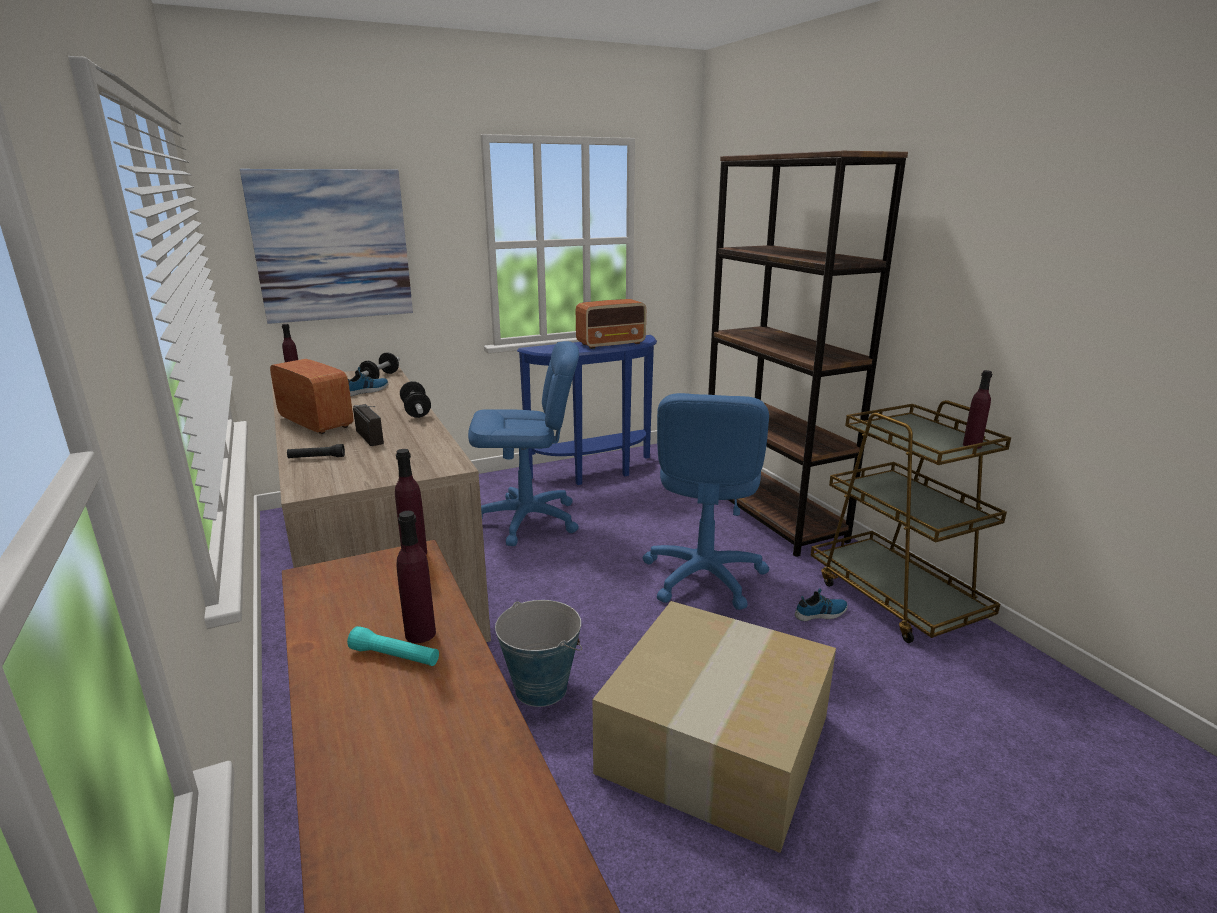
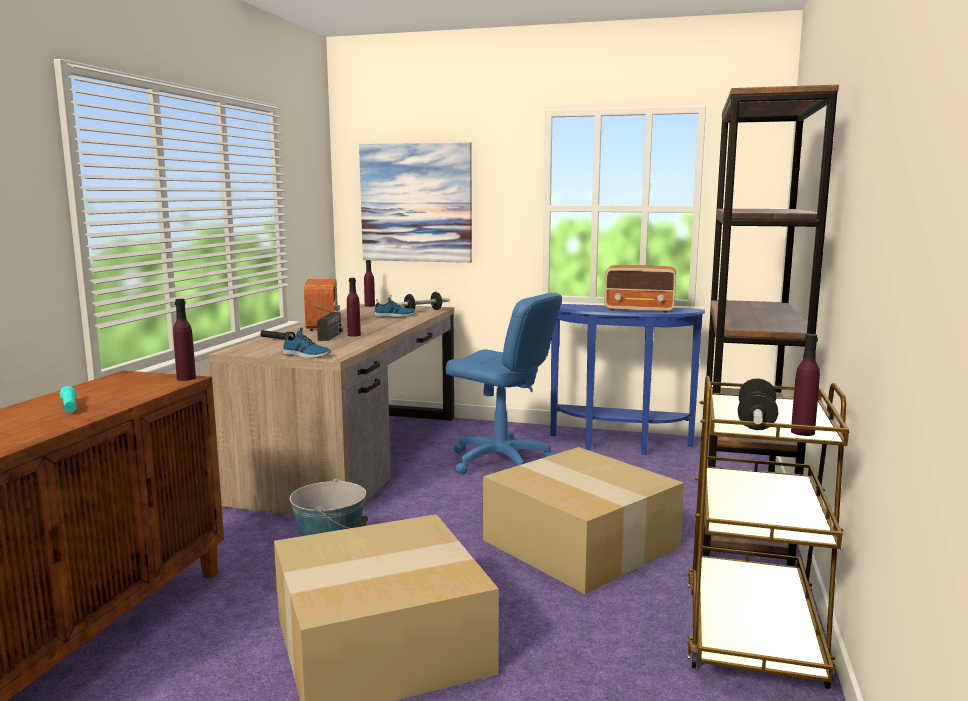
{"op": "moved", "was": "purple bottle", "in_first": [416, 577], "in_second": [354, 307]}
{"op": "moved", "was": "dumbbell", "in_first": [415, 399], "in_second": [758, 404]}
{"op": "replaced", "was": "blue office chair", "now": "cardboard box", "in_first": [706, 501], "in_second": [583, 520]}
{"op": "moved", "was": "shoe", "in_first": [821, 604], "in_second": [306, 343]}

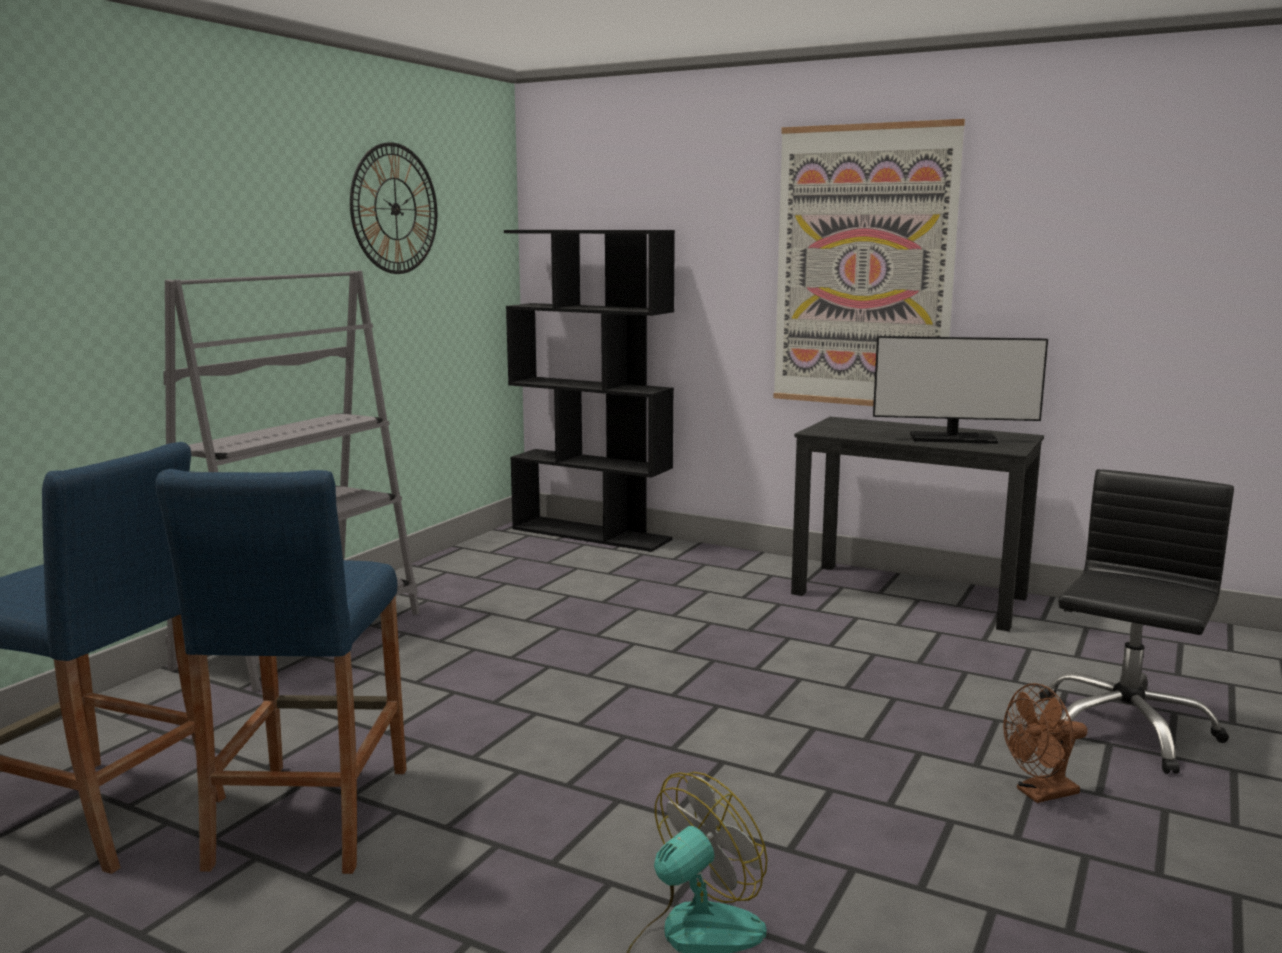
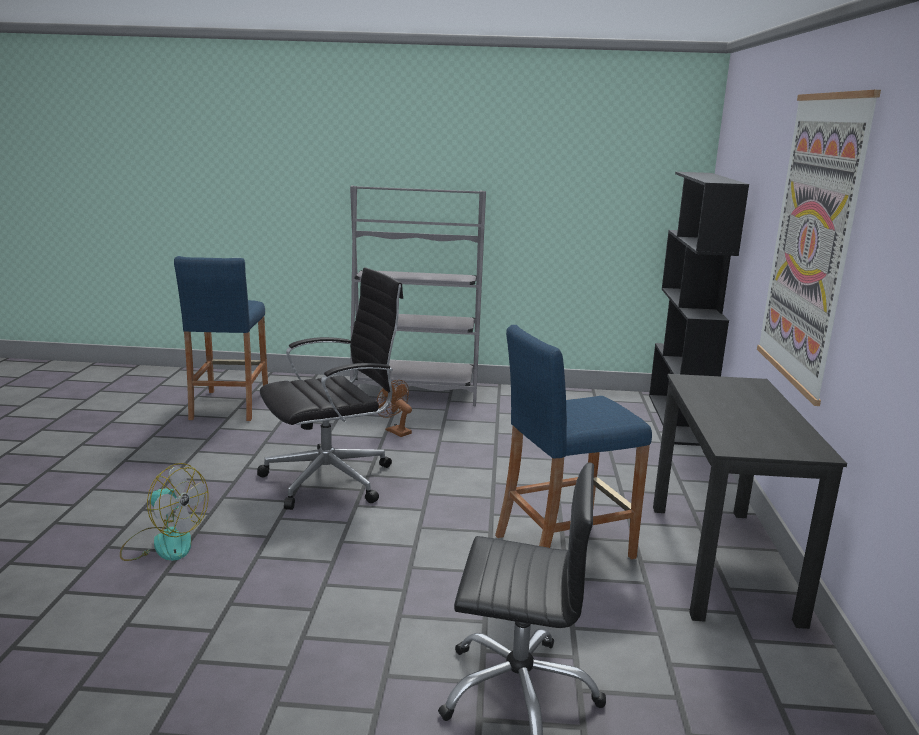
{"op": "moved", "was": "blue stool", "in_first": [280, 671], "in_second": [573, 442]}
{"op": "removed", "was": "wall clock", "in_first": [393, 208]}
{"op": "removed", "was": "monitor", "in_first": [960, 390]}
{"op": "moved", "was": "brown fan", "in_first": [1045, 743], "in_second": [394, 408]}
{"op": "added", "now": "black office chair", "in_second": [330, 388]}

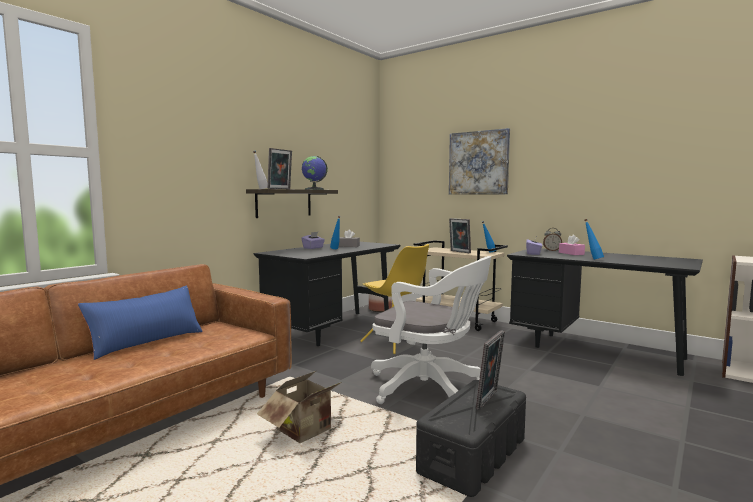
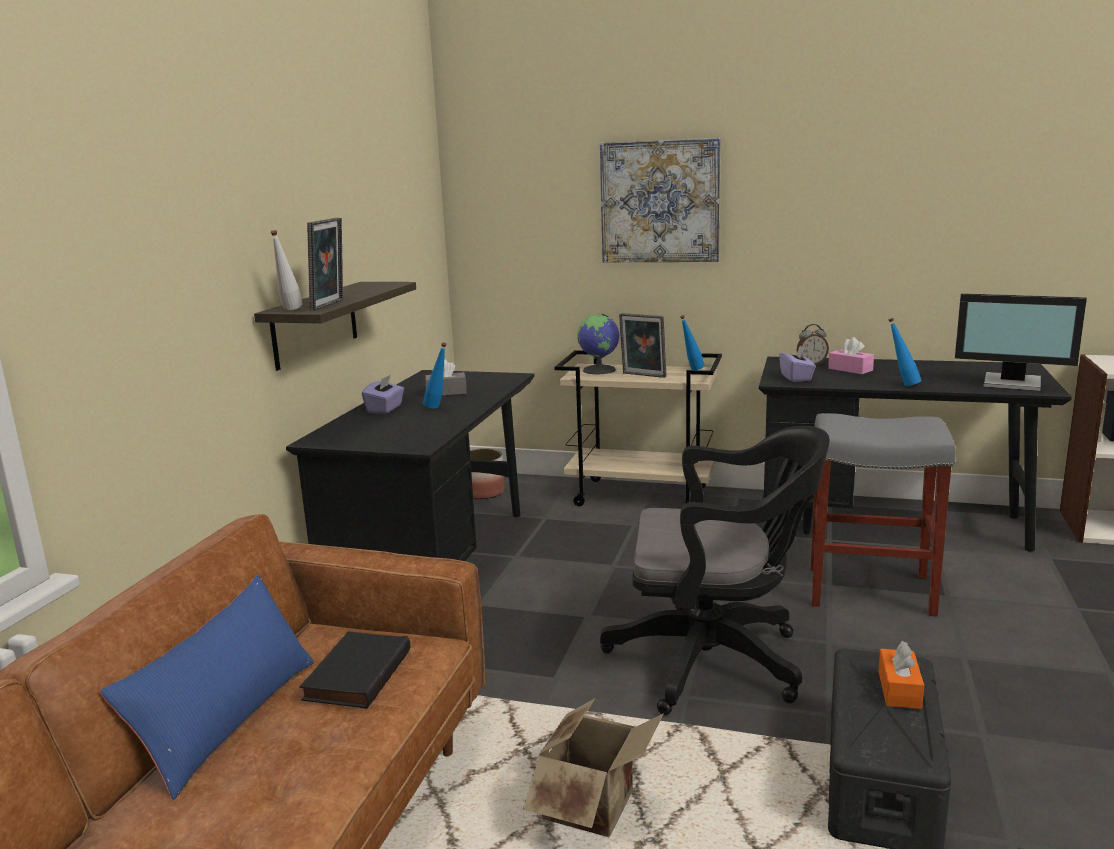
{"op": "moved", "was": "globe", "in_first": [314, 173], "in_second": [598, 344]}
{"op": "removed", "was": "yellow chair", "in_first": [395, 299]}
{"op": "recoloured", "was": "white office chair", "now": "black office chair", "in_first": [431, 330], "in_second": [715, 570]}
{"op": "replaced", "was": "picture frame", "now": "orange tissue box", "in_first": [490, 370], "in_second": [901, 675]}
{"op": "added", "now": "black book", "in_second": [354, 670]}
{"op": "added", "now": "grey stool", "in_second": [883, 515]}
{"op": "added", "now": "monitor", "in_second": [1021, 342]}

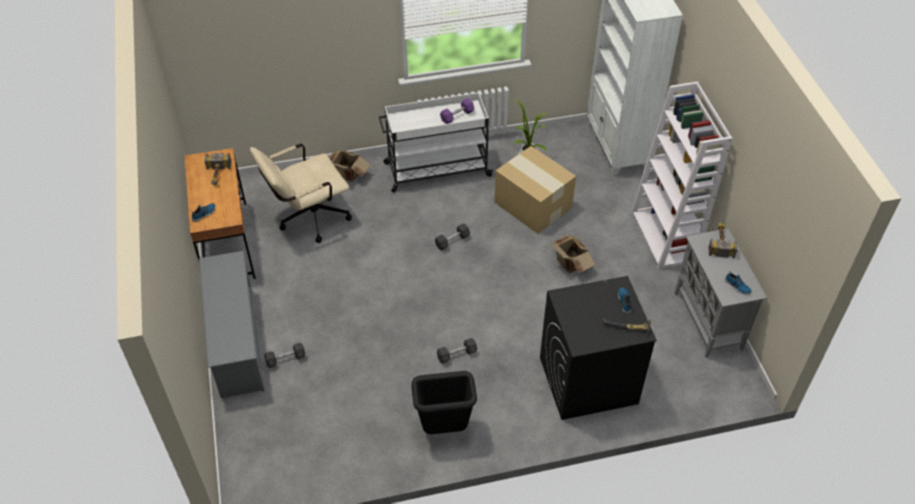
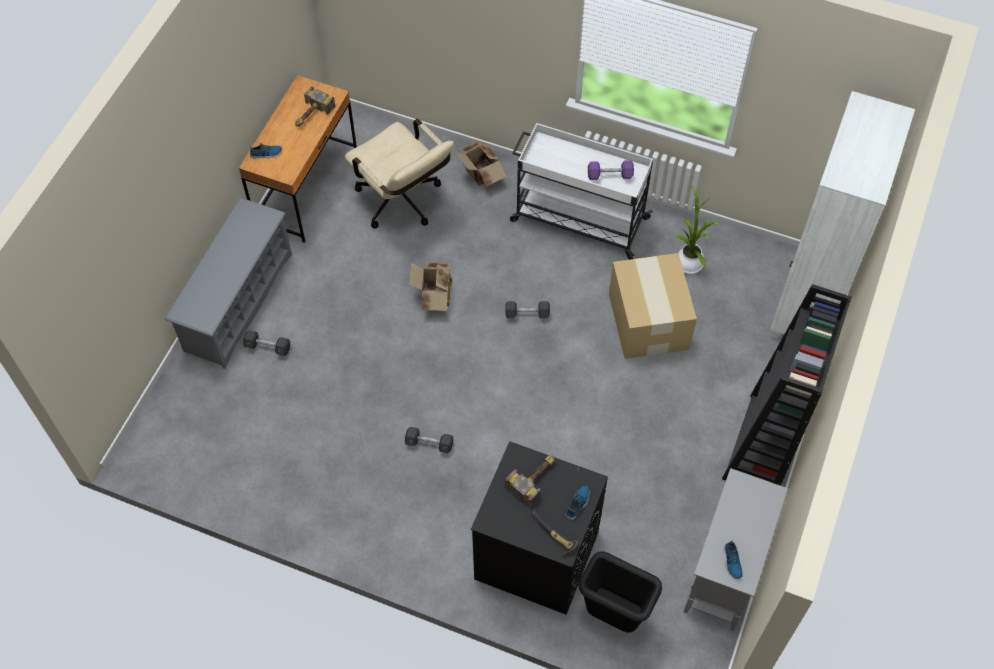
{"op": "turned", "was": "beige office chair", "in_first": [301, 193], "in_second": [399, 174], "clockwise": -135}
{"op": "moved", "was": "black trash can", "in_first": [444, 402], "in_second": [620, 592]}
{"op": "moved", "was": "cardboard box", "in_first": [573, 254], "in_second": [430, 286]}
{"op": "recoloured", "was": "white bookcase", "now": "black bookcase", "in_first": [681, 175], "in_second": [787, 385]}
{"op": "moved", "was": "hammer", "in_first": [723, 240], "in_second": [530, 481]}

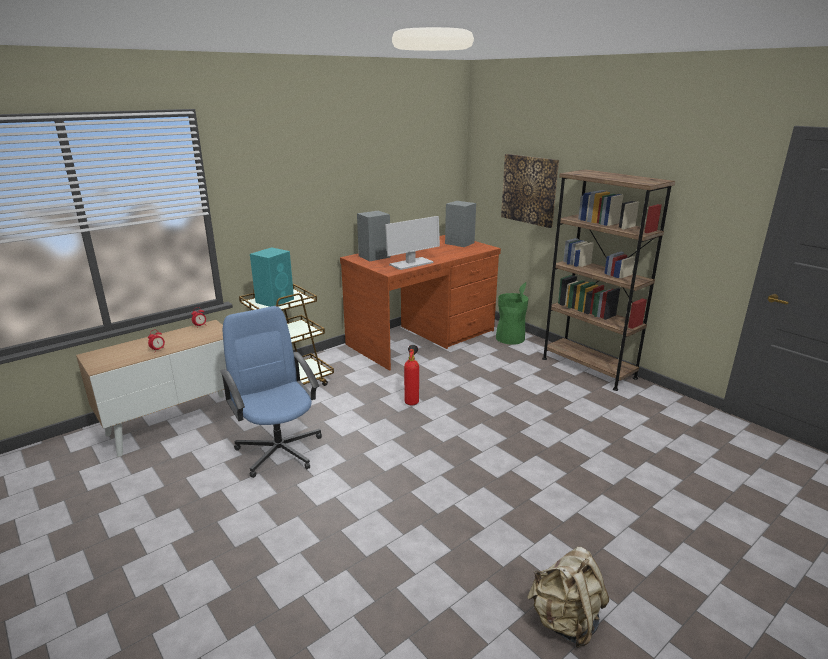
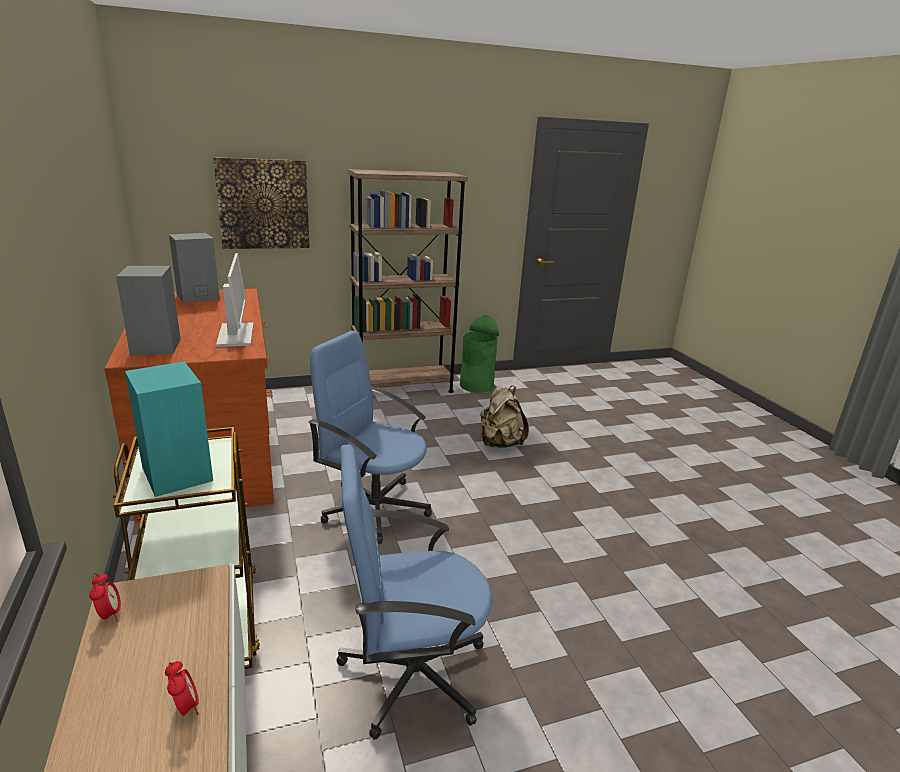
{"op": "replaced", "was": "fire extinguisher", "now": "blue office chair", "in_first": [411, 375], "in_second": [370, 437]}
{"op": "moved", "was": "green trash can", "in_first": [512, 313], "in_second": [479, 354]}
{"op": "moved", "was": "beige backpack", "in_first": [568, 597], "in_second": [504, 417]}

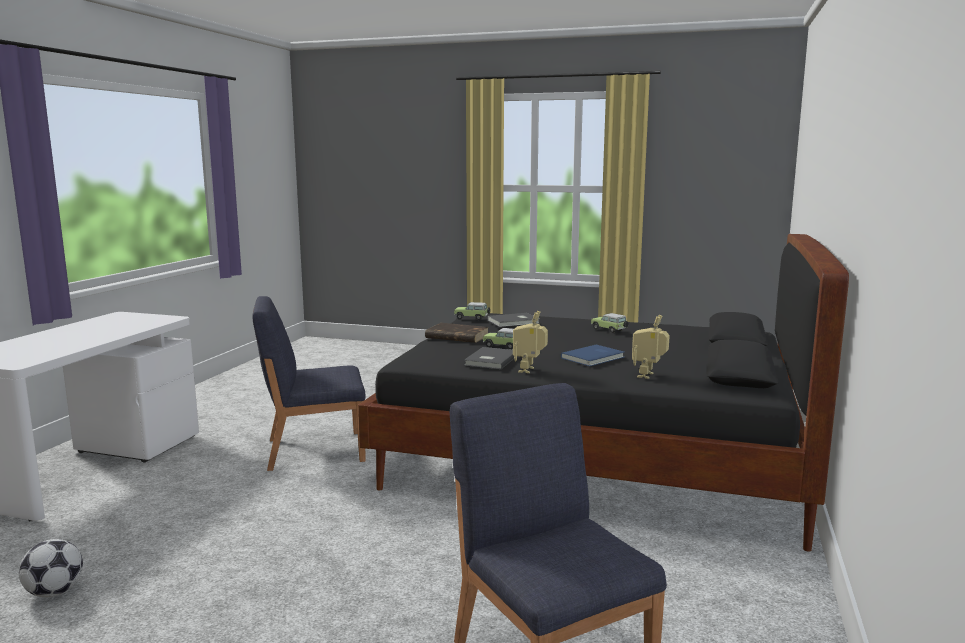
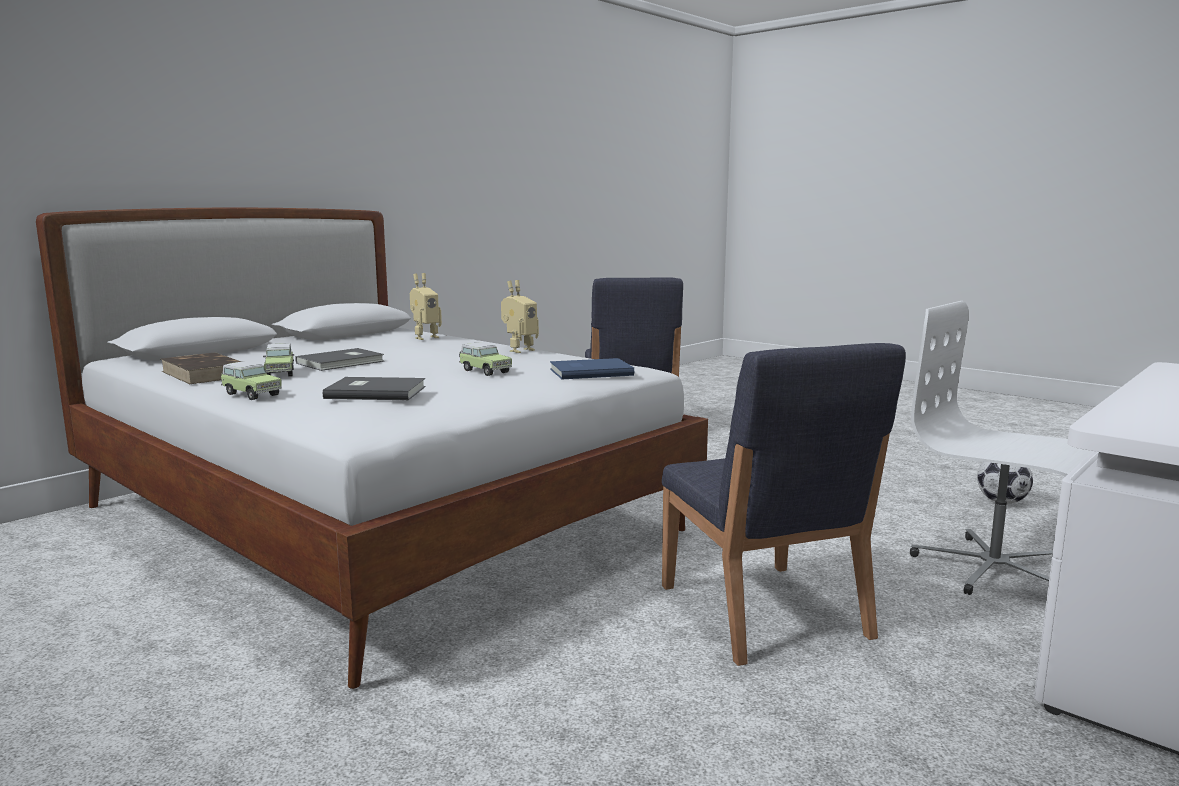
{"op": "turned", "was": "blue chair", "in_first": [309, 383], "in_second": [784, 504], "clockwise": 60}
{"op": "recoloured", "was": "black bed", "now": "white bed", "in_first": [603, 393], "in_second": [372, 448]}
{"op": "moved", "was": "brown book", "in_first": [457, 333], "in_second": [201, 368]}
{"op": "moved", "was": "toy car", "in_first": [472, 311], "in_second": [251, 380]}
{"op": "moved", "was": "grey book", "in_first": [489, 358], "in_second": [339, 359]}
{"op": "moved", "was": "blue book", "in_first": [592, 355], "in_second": [592, 368]}
{"op": "added", "now": "white office chair", "in_second": [1001, 448]}

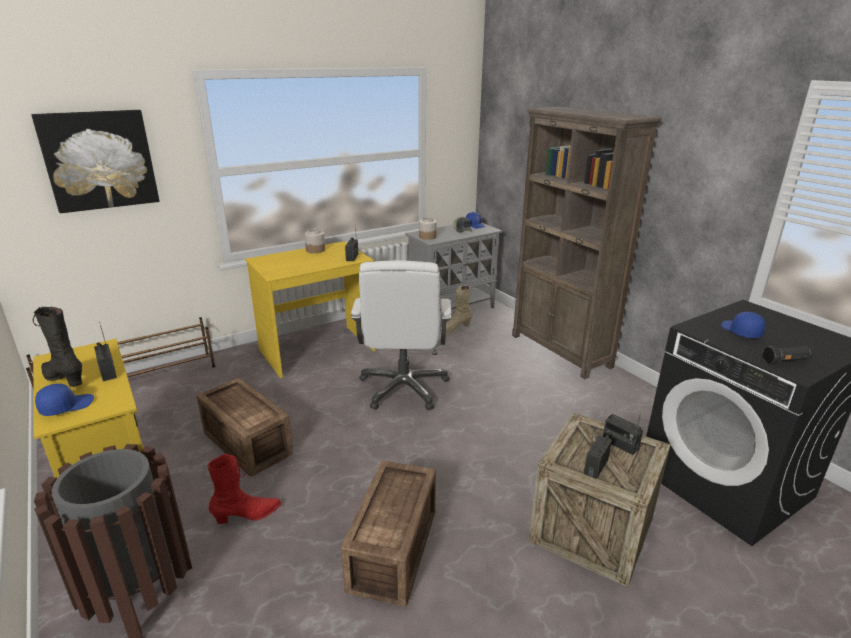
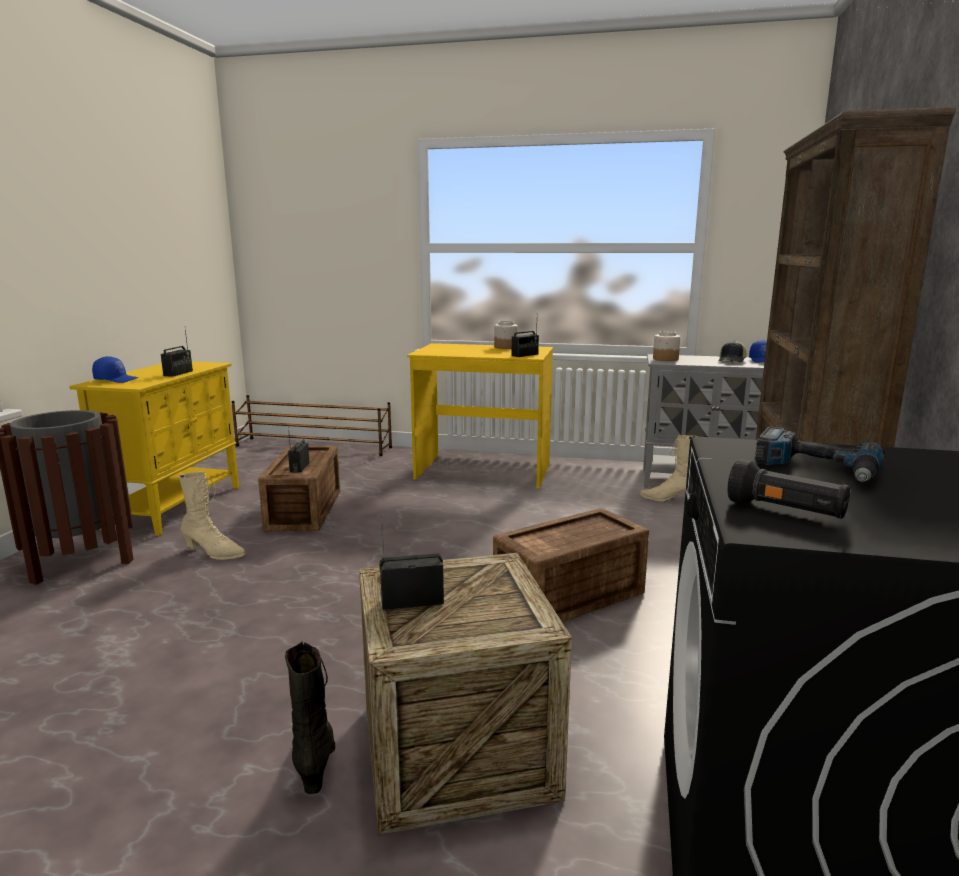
{"op": "removed", "was": "picture", "in_first": [95, 161]}
{"op": "moved", "was": "black boot", "in_first": [57, 347], "in_second": [310, 718]}
{"op": "recoloured", "was": "red boot", "now": "beige boot", "in_first": [244, 489], "in_second": [212, 516]}
{"op": "moved", "was": "crate", "in_first": [388, 534], "in_second": [571, 565]}
{"op": "removed", "was": "white office chair", "in_first": [401, 335]}
{"op": "moved", "was": "radio", "in_first": [623, 433], "in_second": [299, 450]}
{"op": "replaced", "was": "blue cap", "now": "power drill", "in_first": [743, 325], "in_second": [820, 454]}

